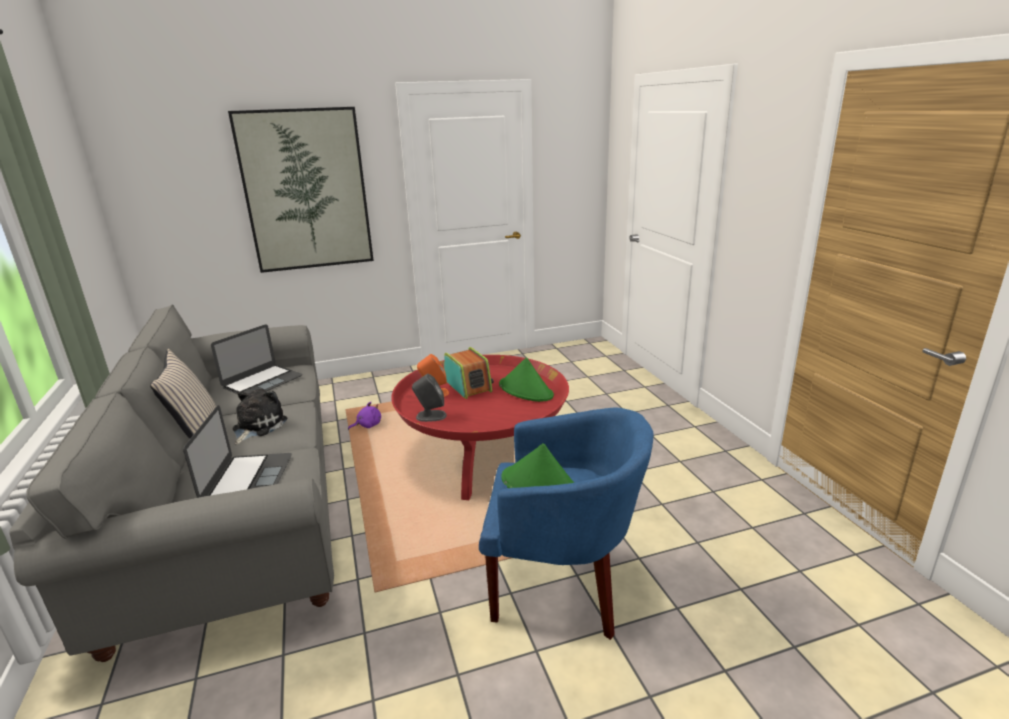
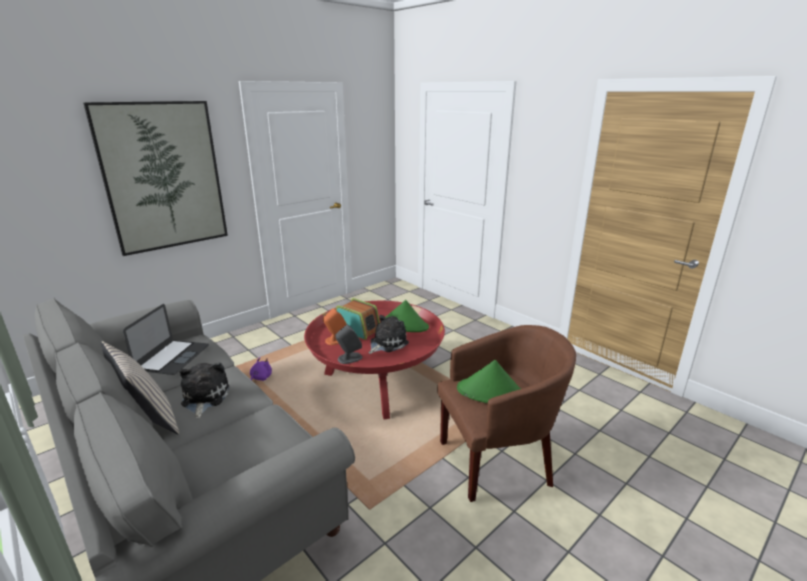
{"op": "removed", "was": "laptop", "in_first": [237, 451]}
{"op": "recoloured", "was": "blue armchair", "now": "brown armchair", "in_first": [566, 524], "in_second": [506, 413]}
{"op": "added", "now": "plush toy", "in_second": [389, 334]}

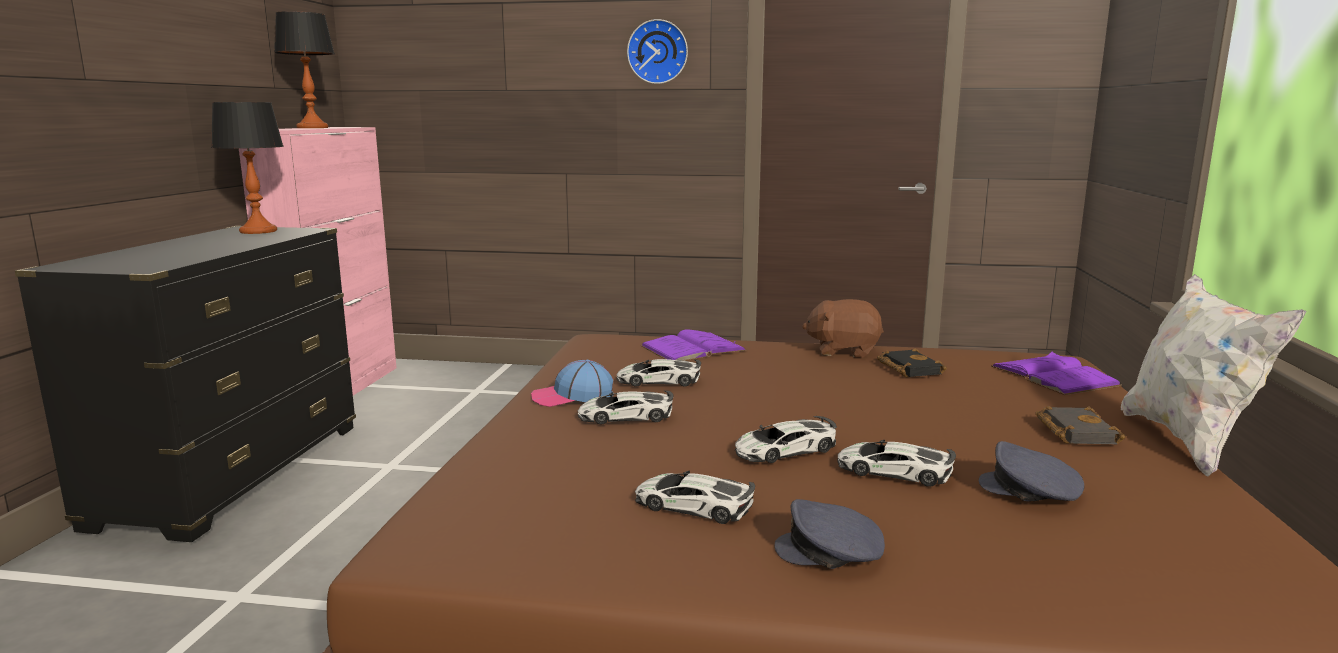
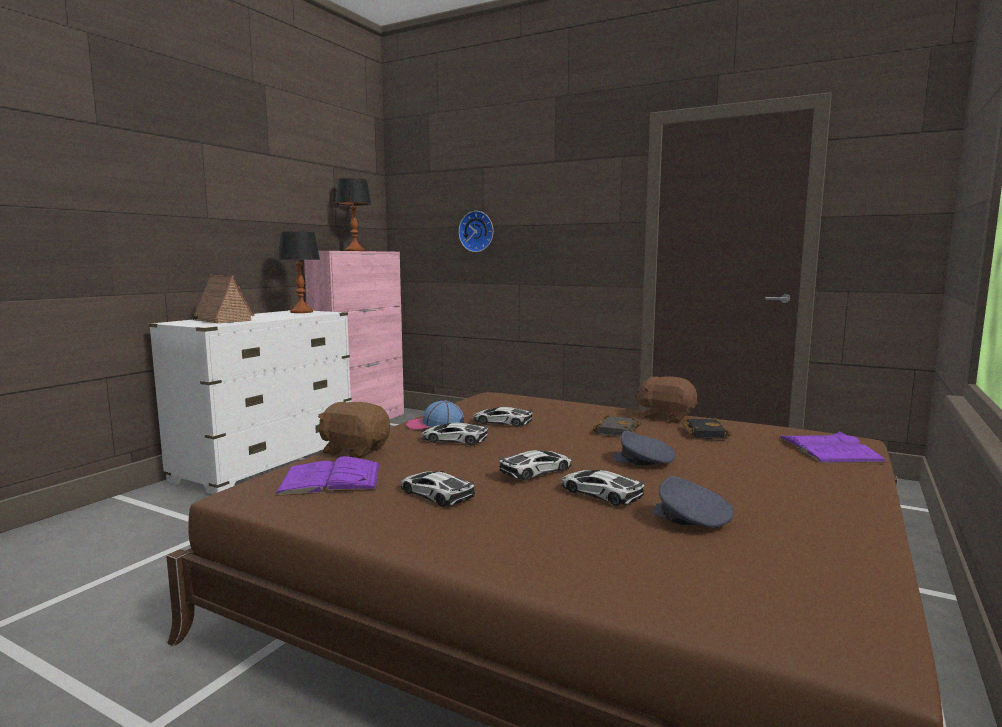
{"op": "recoloured", "was": "black dresser", "now": "white dresser", "in_first": [185, 384], "in_second": [250, 402]}
{"op": "moved", "was": "wall clock", "in_first": [657, 51], "in_second": [475, 231]}
{"op": "moved", "was": "purple book", "in_first": [694, 345], "in_second": [327, 476]}
{"op": "turned", "was": "toy car", "in_first": [786, 439], "in_second": [535, 465], "clockwise": 150}
{"op": "moved", "was": "grey cap", "in_first": [829, 534], "in_second": [644, 448]}
{"op": "moved", "was": "black book", "in_first": [1080, 425], "in_second": [617, 426]}
{"op": "removed", "was": "white pillow", "in_first": [1214, 375]}
{"op": "added", "now": "toy house", "in_second": [223, 299]}
{"op": "added", "now": "brown plush toy", "in_second": [354, 430]}

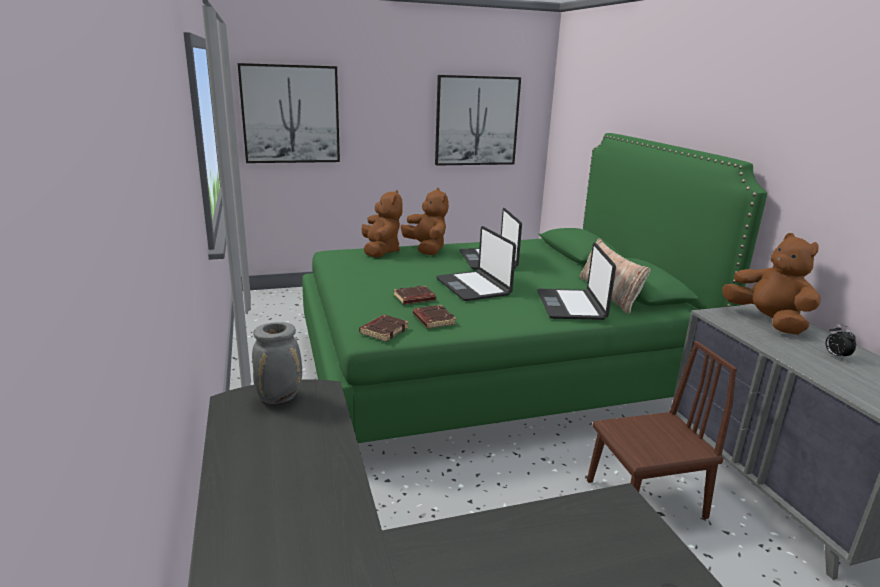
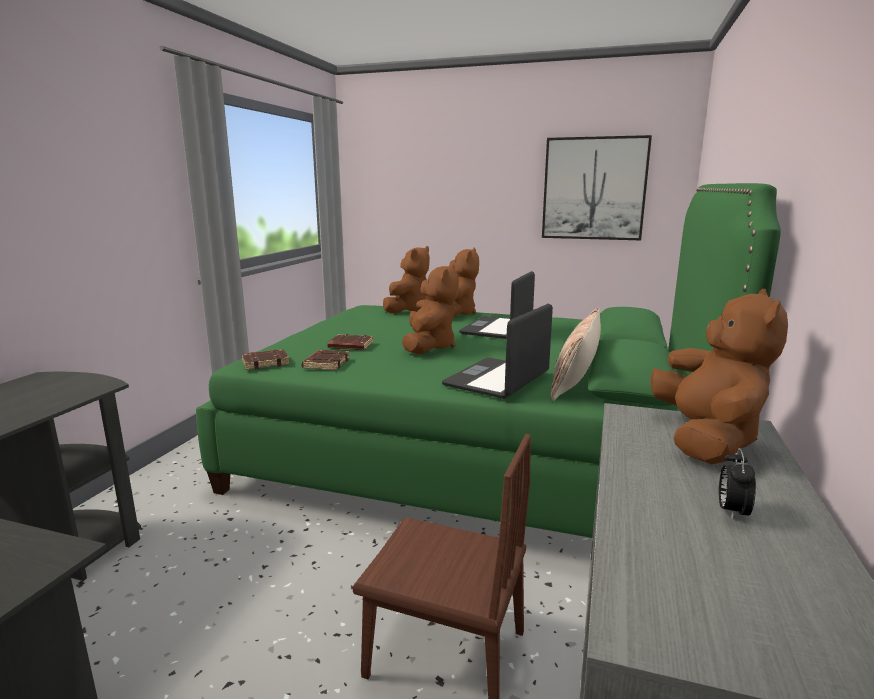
{"op": "removed", "was": "picture", "in_first": [289, 113]}
{"op": "removed", "was": "grey vase", "in_first": [277, 363]}
{"op": "replaced", "was": "laptop", "now": "brown plush toy", "in_first": [476, 263], "in_second": [430, 309]}

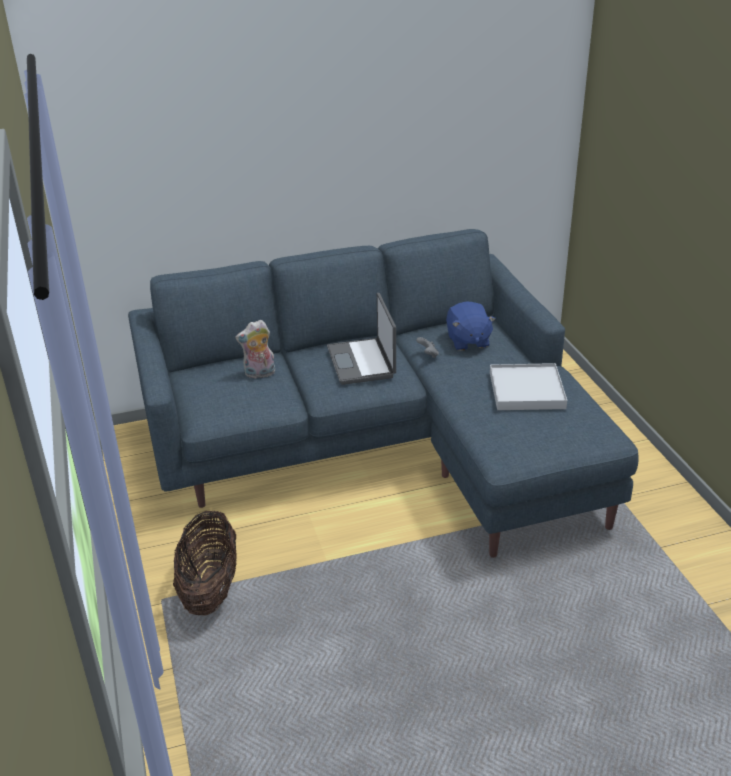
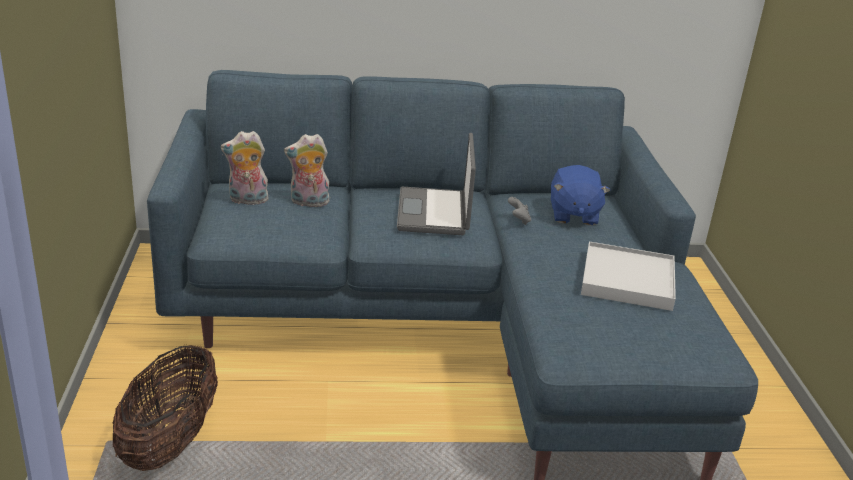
{"op": "added", "now": "plush toy", "in_second": [245, 168]}

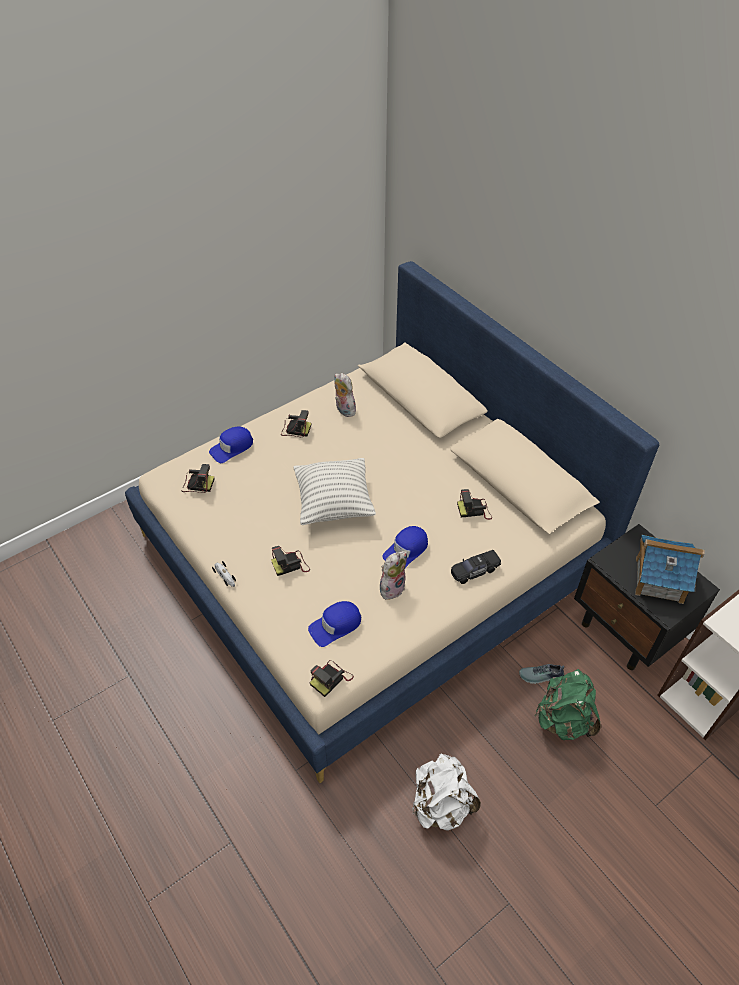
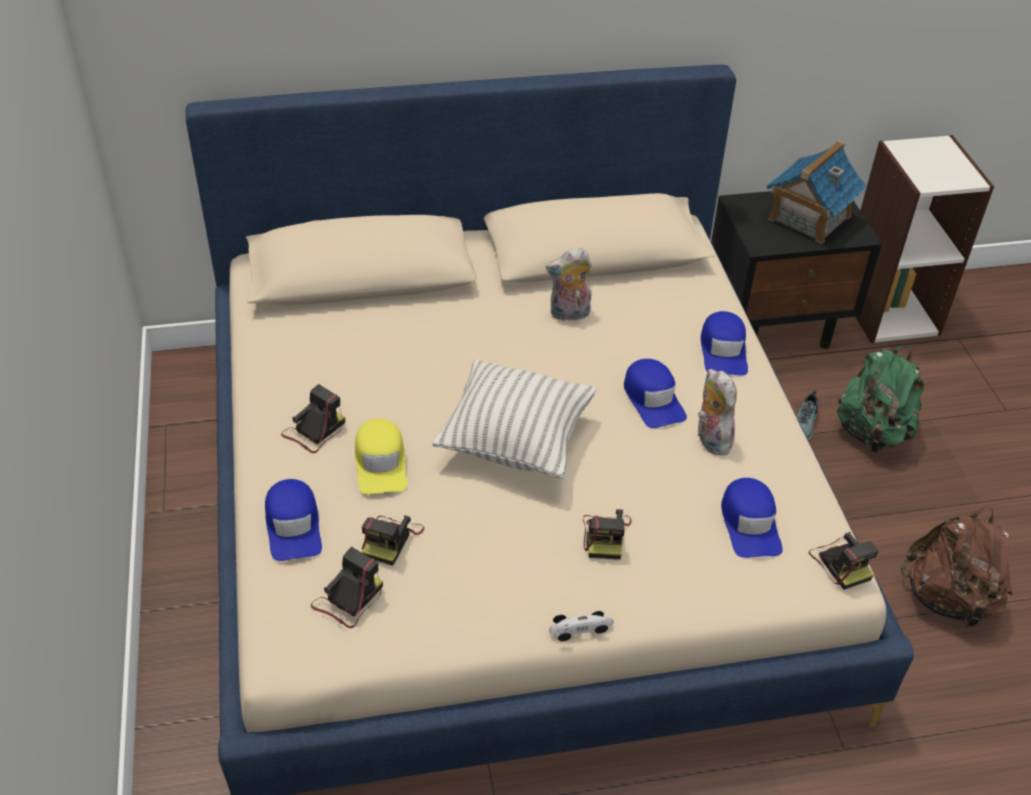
{"op": "moved", "was": "plush toy", "in_first": [345, 395], "in_second": [569, 284]}
{"op": "recoloured", "was": "white backpack", "now": "brown backpack", "in_first": [446, 792], "in_second": [957, 568]}
{"op": "replaced", "was": "black toy car", "now": "blue cap", "in_first": [476, 567], "in_second": [724, 343]}
{"op": "moved", "was": "photo camera", "in_first": [474, 504], "in_second": [393, 540]}
{"op": "added", "now": "yellow cap", "in_second": [381, 456]}

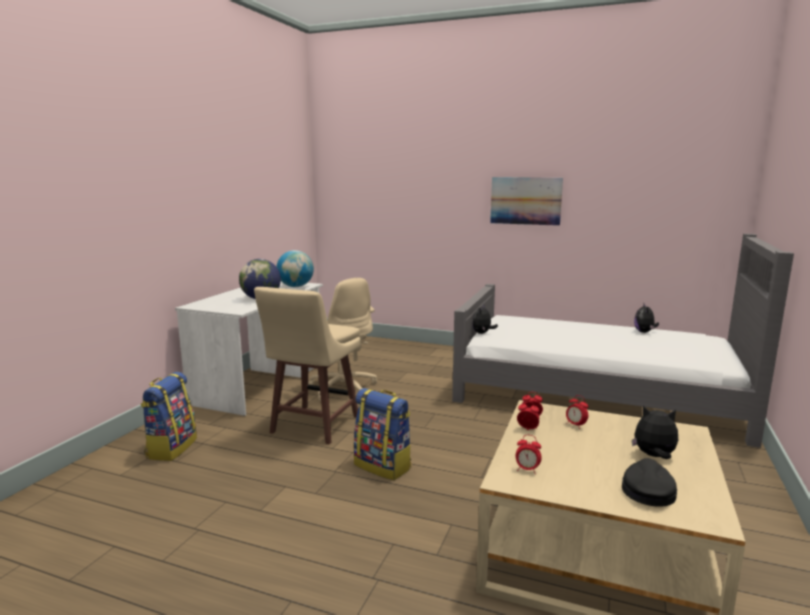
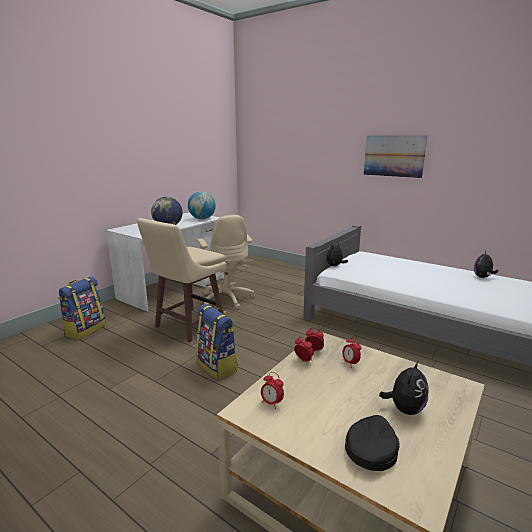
{"op": "turned", "was": "plush toy", "in_first": [655, 432], "in_second": [403, 387], "clockwise": 90}

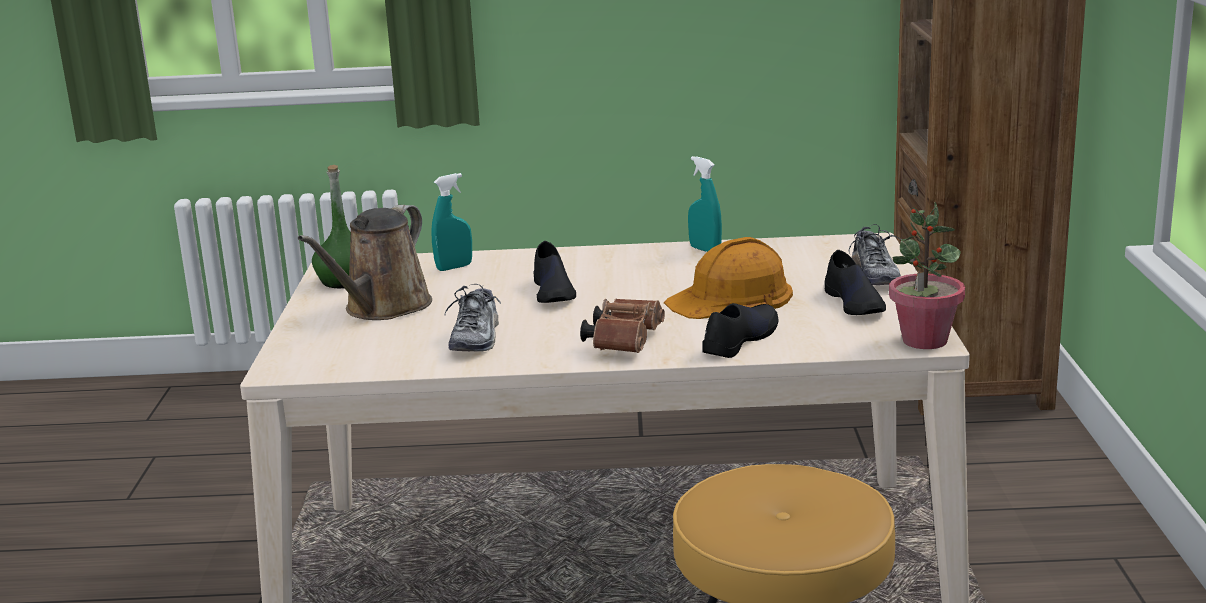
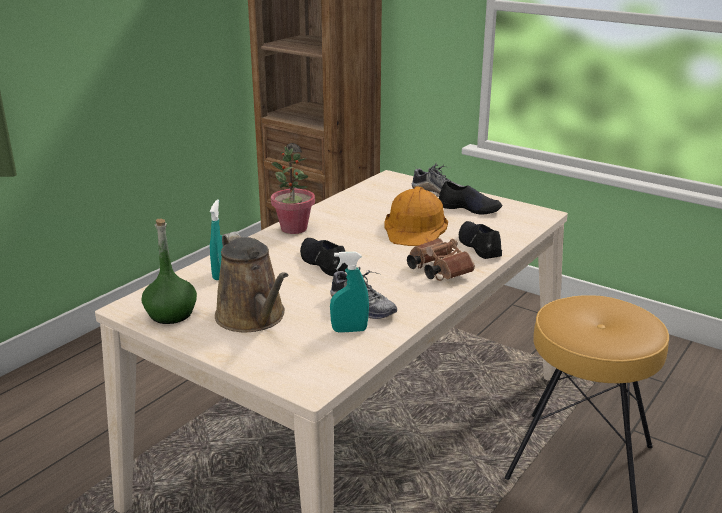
{"op": "turned", "was": "black shoe", "in_first": [554, 272], "in_second": [324, 257], "clockwise": -150}
{"op": "moved", "was": "turquoise spray bottle", "in_first": [705, 204], "in_second": [349, 292]}
{"op": "moved", "was": "potted plant", "in_first": [927, 275], "in_second": [293, 190]}

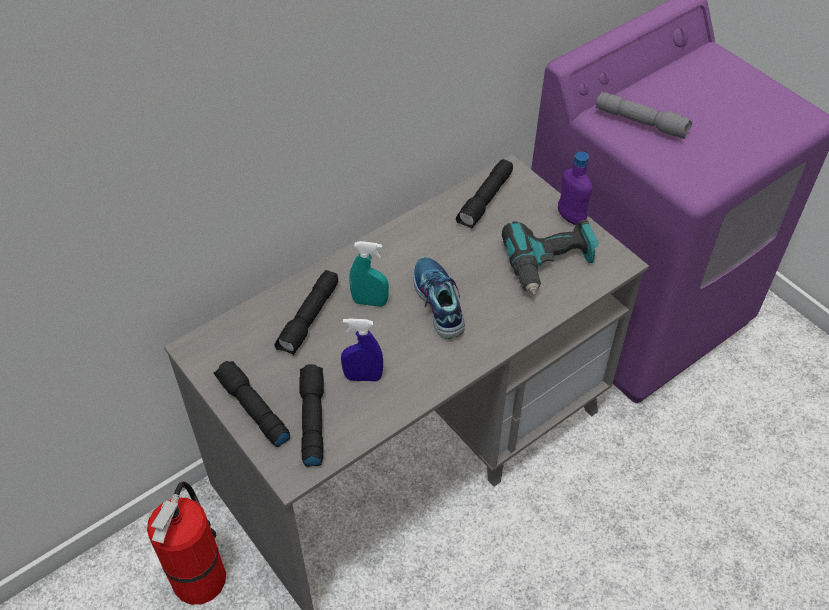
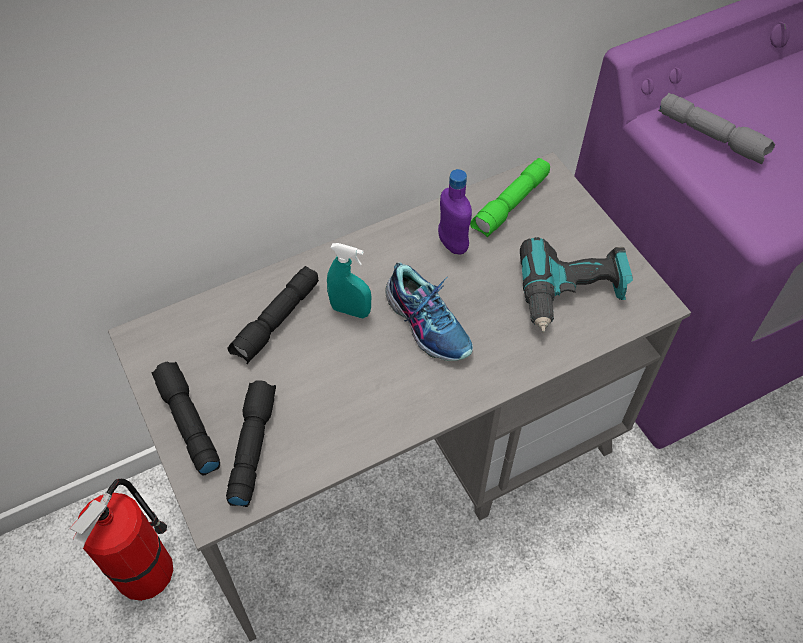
{"op": "removed", "was": "blue spray bottle", "in_first": [362, 350]}
{"op": "turned", "was": "shoe", "in_first": [439, 298], "in_second": [429, 311], "clockwise": 150}
{"op": "recoloured", "was": "black flashlight", "now": "green flashlight", "in_first": [484, 194], "in_second": [510, 197]}
{"op": "moved", "was": "purple bottle", "in_first": [575, 188], "in_second": [455, 211]}

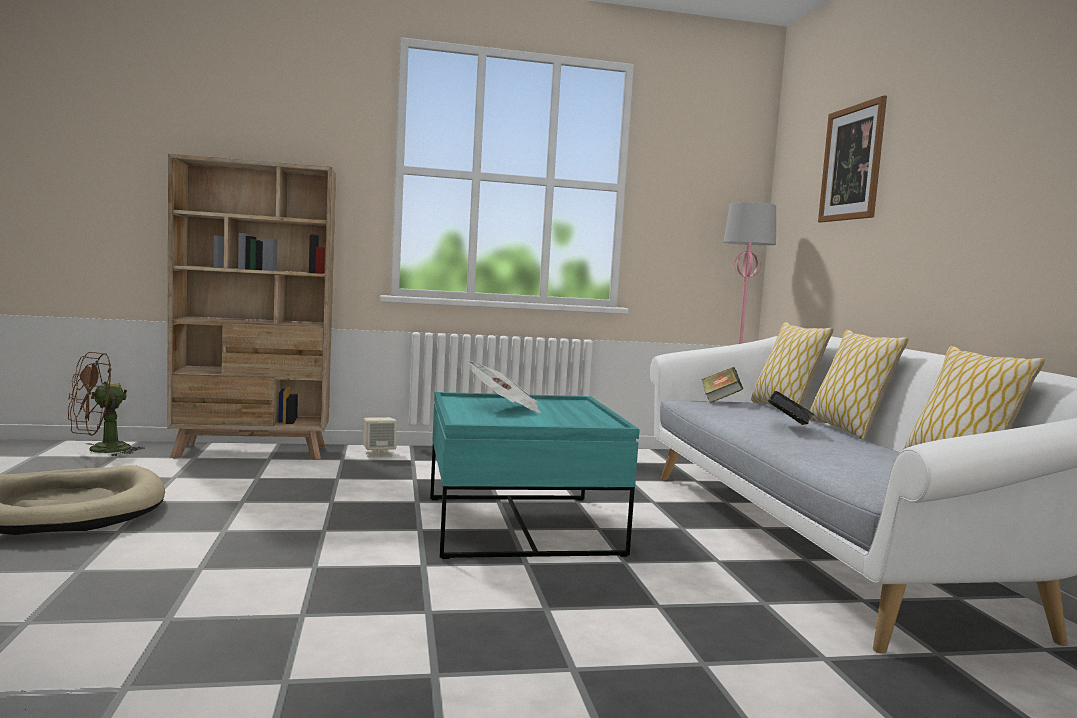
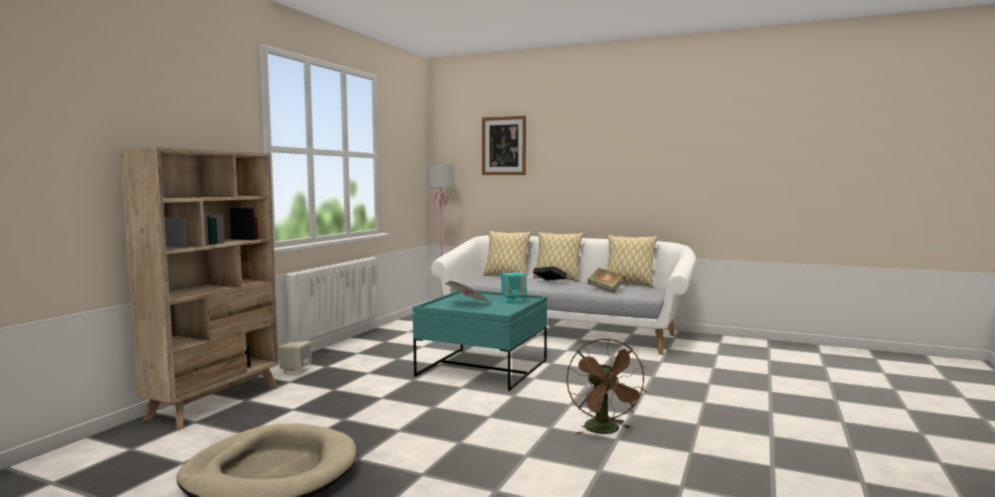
{"op": "moved", "was": "brown fan", "in_first": [106, 404], "in_second": [606, 386]}
{"op": "moved", "was": "book", "in_first": [722, 385], "in_second": [606, 280]}
{"op": "added", "now": "turquoise speaker", "in_second": [514, 287]}

